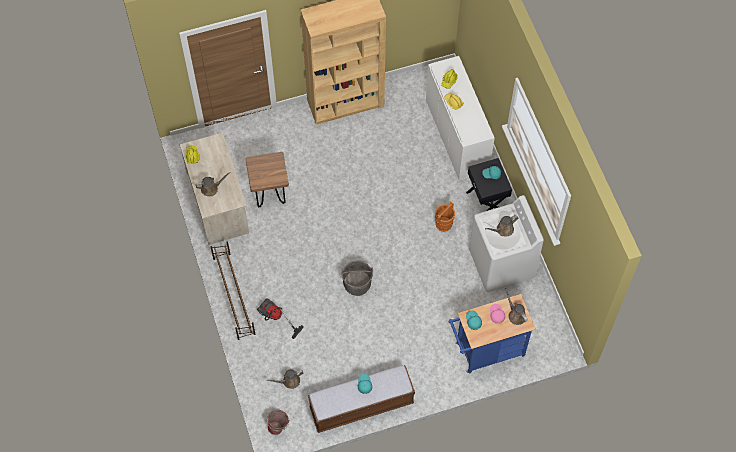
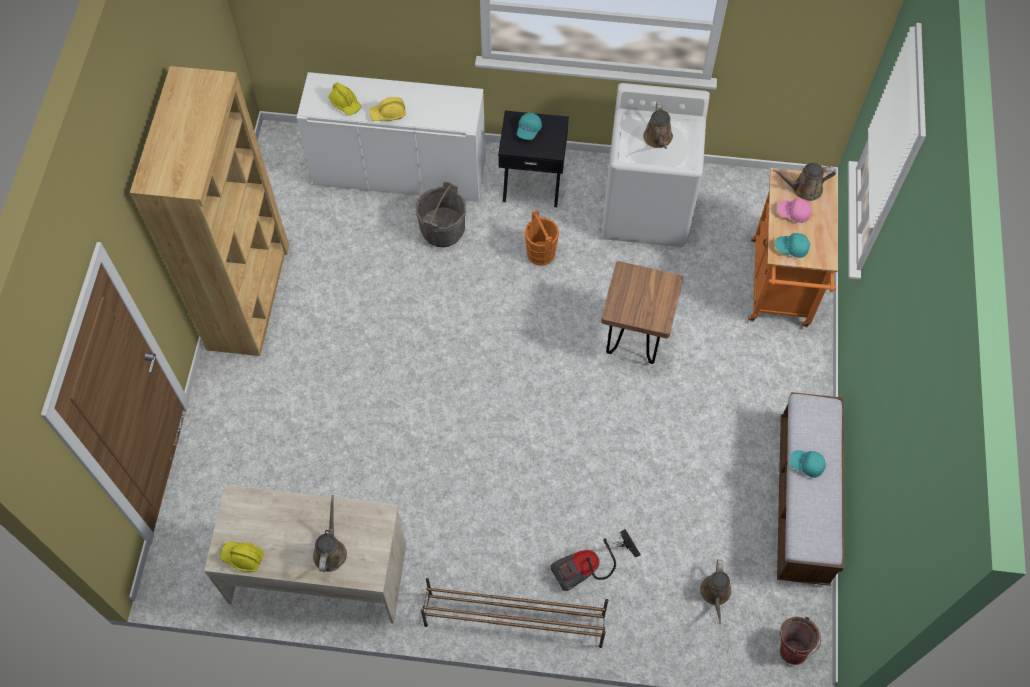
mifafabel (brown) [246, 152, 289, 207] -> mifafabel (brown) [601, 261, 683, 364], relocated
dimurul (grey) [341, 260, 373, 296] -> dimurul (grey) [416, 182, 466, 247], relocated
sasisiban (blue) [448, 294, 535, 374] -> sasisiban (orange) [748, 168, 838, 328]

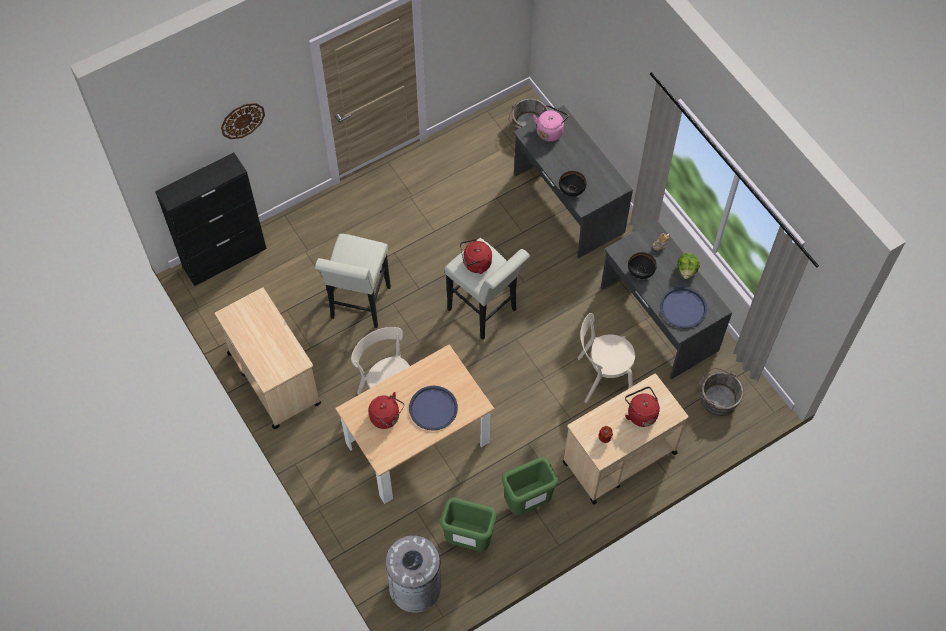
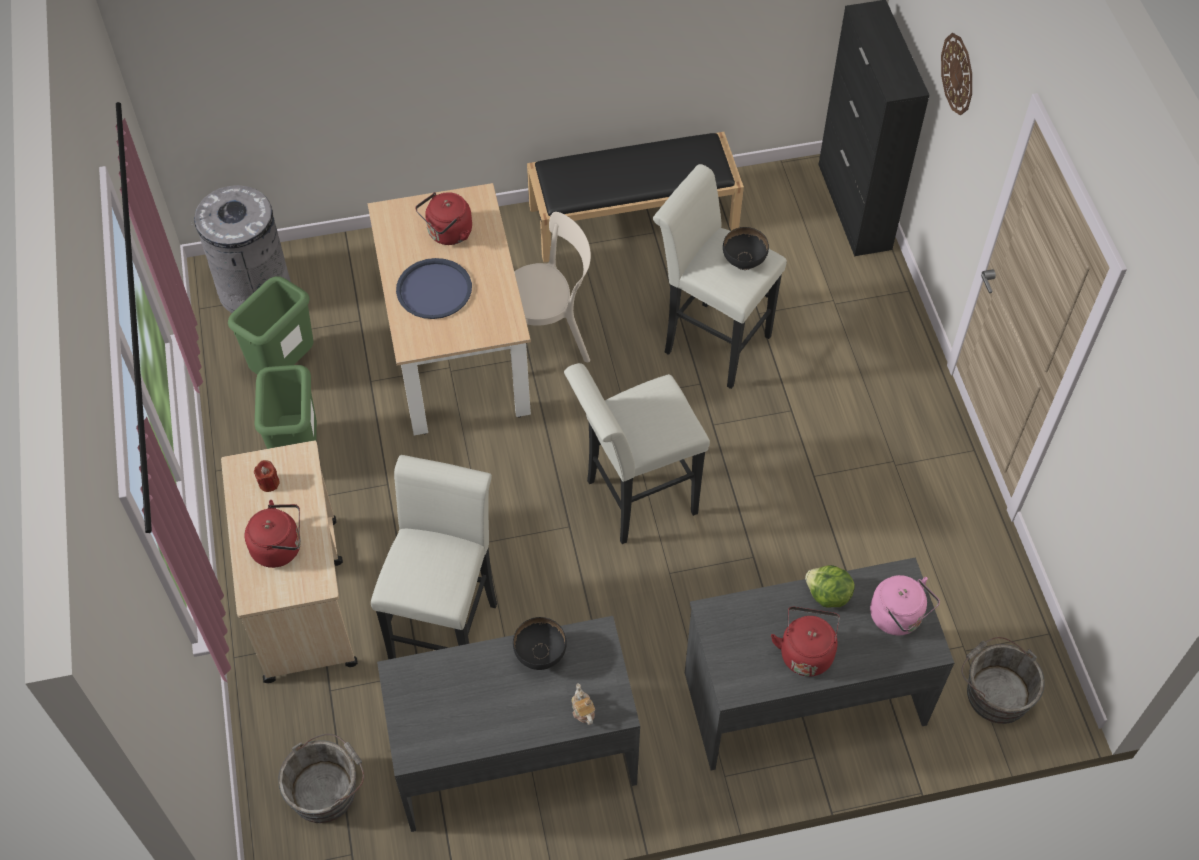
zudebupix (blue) [660, 287, 707, 328] -> none
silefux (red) [460, 239, 492, 274] -> silefux (red) [771, 607, 840, 677], relocated
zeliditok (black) [559, 171, 586, 196] -> zeliditok (black) [723, 227, 769, 270], relocated
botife [677, 253, 700, 279] -> botife [805, 565, 855, 608], relocated
sasisiban (beige) [215, 287, 321, 429] -> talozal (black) [527, 132, 744, 262]
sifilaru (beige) [578, 313, 635, 403] -> mifafabel (white) [371, 455, 497, 659]

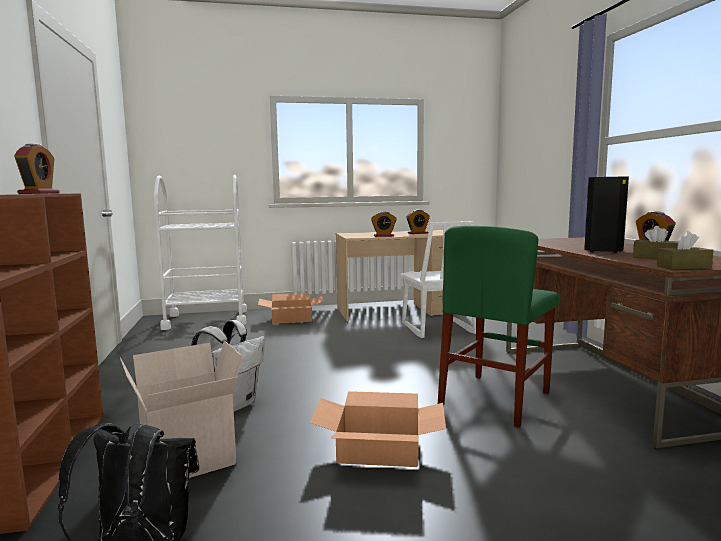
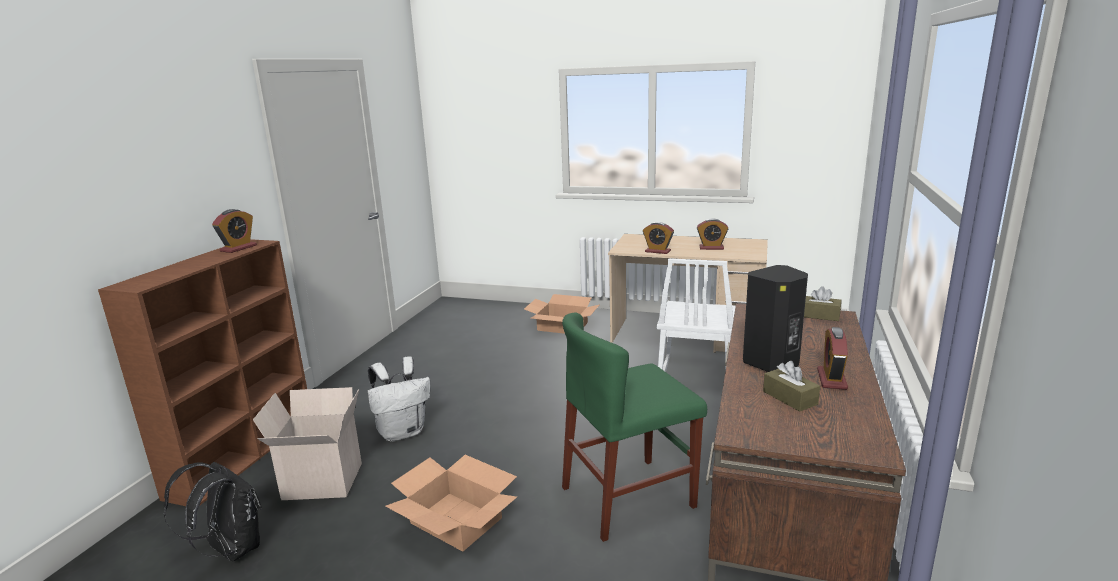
sasisiban (white) [154, 175, 247, 330] -> none
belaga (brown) [657, 231, 714, 270] -> belaga (brown) [804, 286, 842, 321], relocated

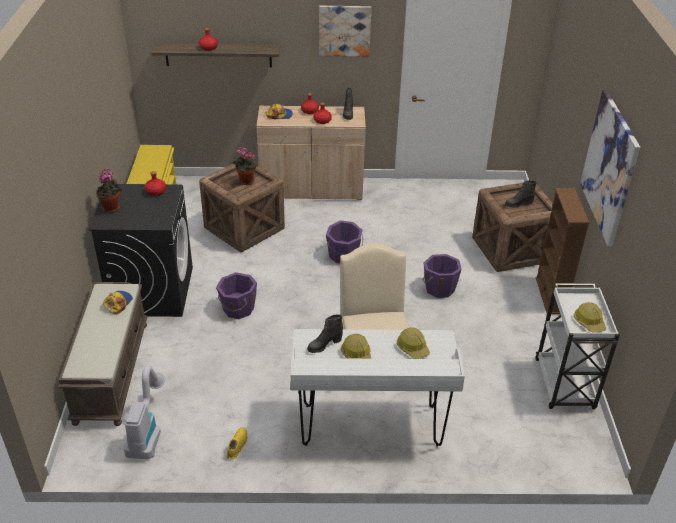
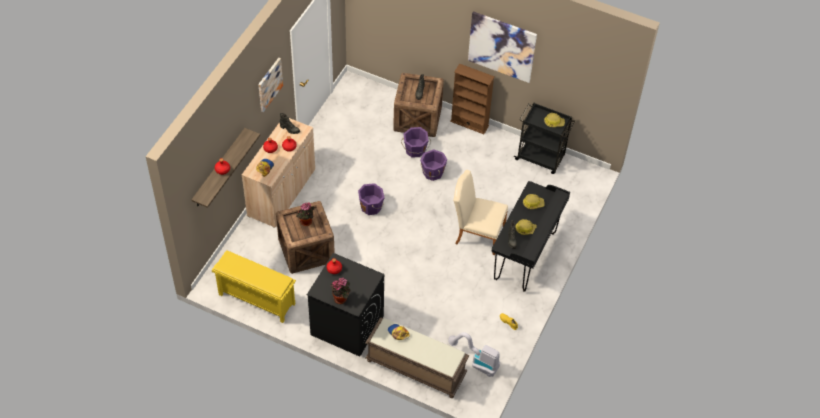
dimurul (purple) [216, 272, 257, 319] -> dimurul (purple) [401, 127, 431, 158], relocated
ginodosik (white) [291, 329, 465, 447] -> ginodosik (black) [492, 181, 570, 292]
sasisiban (white) [535, 283, 620, 409] -> sasisiban (black) [514, 102, 575, 174]

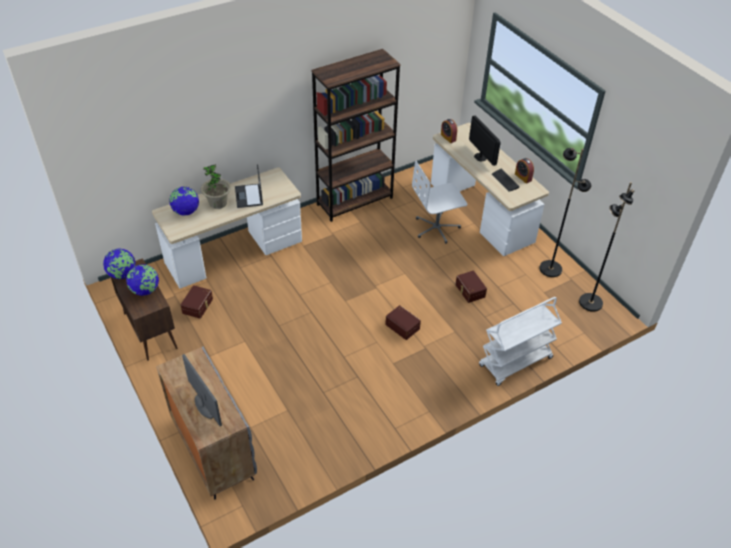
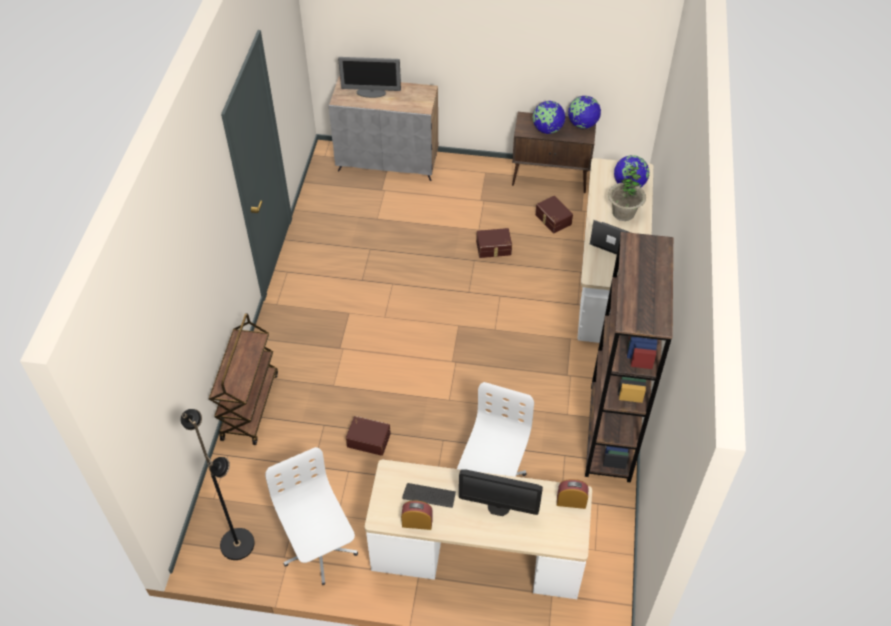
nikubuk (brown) [385, 305, 421, 340] -> nikubuk (brown) [476, 228, 512, 258], relocated
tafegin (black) [539, 148, 591, 277] -> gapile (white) [265, 447, 358, 585]
sasisiban (white) [479, 297, 562, 386] -> sasisiban (brown) [209, 313, 278, 445]

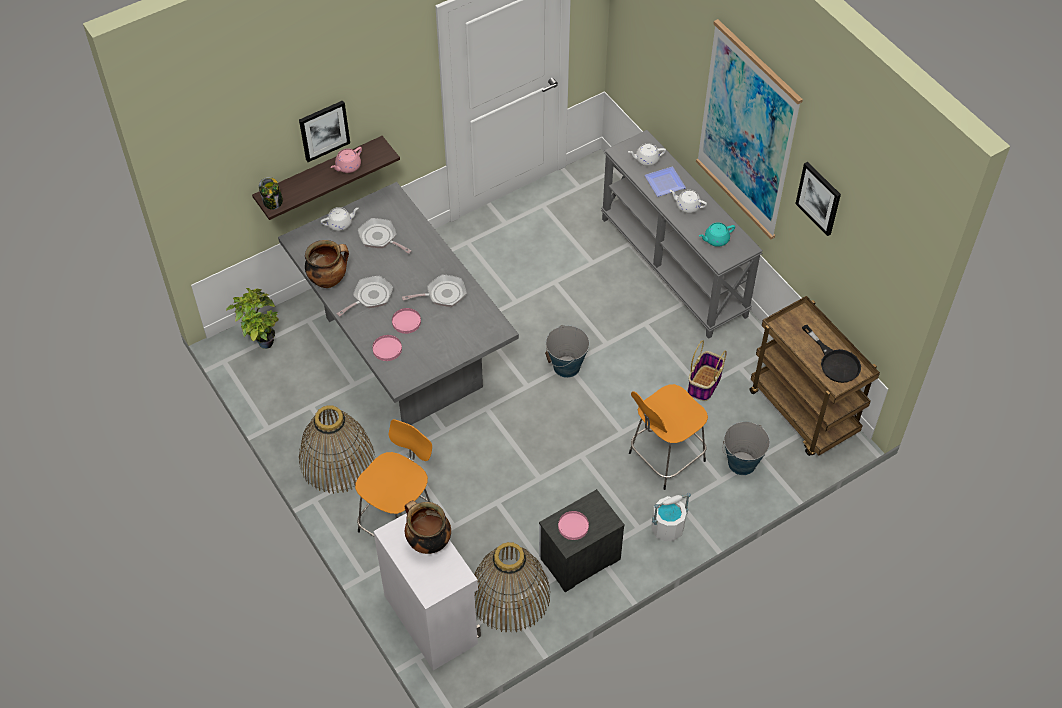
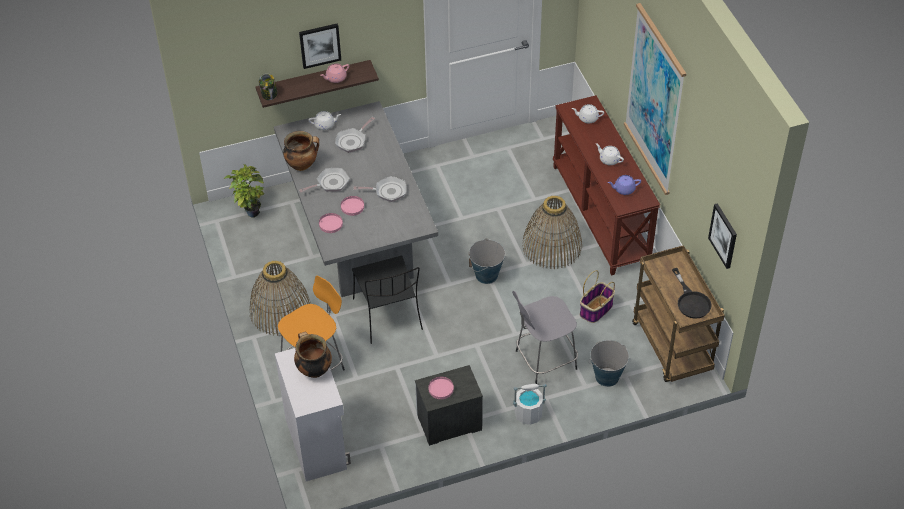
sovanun [645, 166, 686, 197] -> none
none -> sifilaru (black) [352, 256, 423, 344]
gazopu [474, 542, 550, 633] -> gazopu [522, 196, 582, 269], relocated
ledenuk [795, 162, 841, 236] -> ledenuk [708, 203, 737, 269], relocated
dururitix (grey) [601, 130, 763, 339] -> dururitix (brown) [553, 95, 660, 276]
mifafabel (orange) [629, 384, 708, 490] -> mifafabel (grey) [512, 291, 578, 384]
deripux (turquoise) [699, 222, 735, 247] -> deripux (purple) [608, 175, 641, 195]
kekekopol [358, 218, 412, 254] -> kekekopol [335, 117, 375, 153], 105 degrees counterclockwise

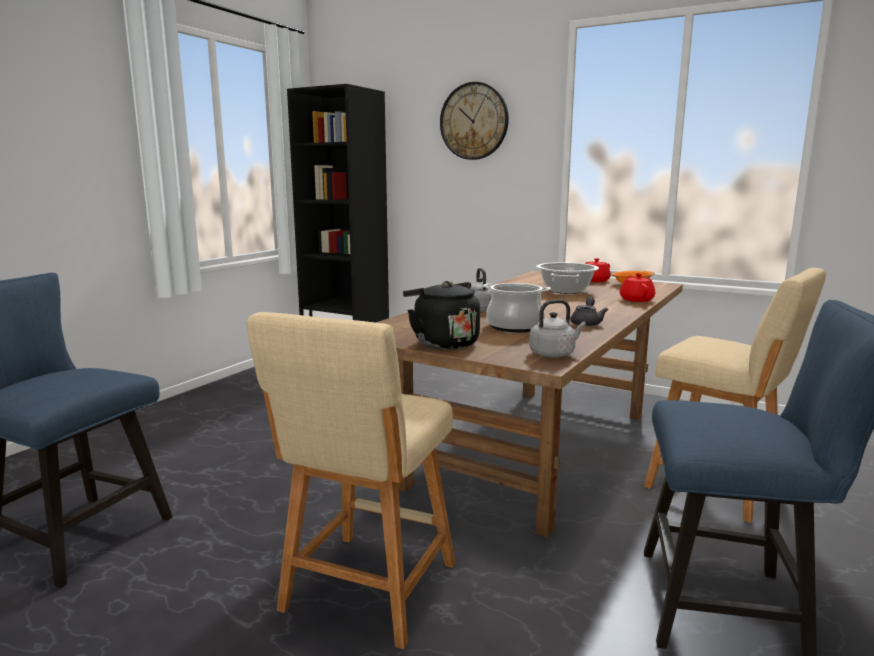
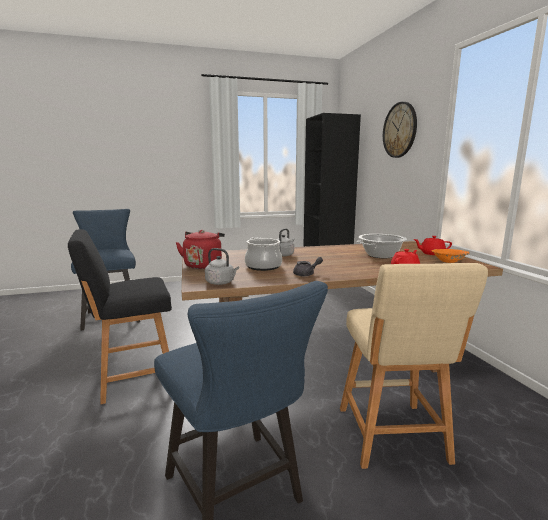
mifafabel (beige) [247, 312, 455, 649] -> mifafabel (black) [68, 229, 172, 404]
silefux (black) [403, 281, 480, 349] -> silefux (red) [176, 230, 225, 269]

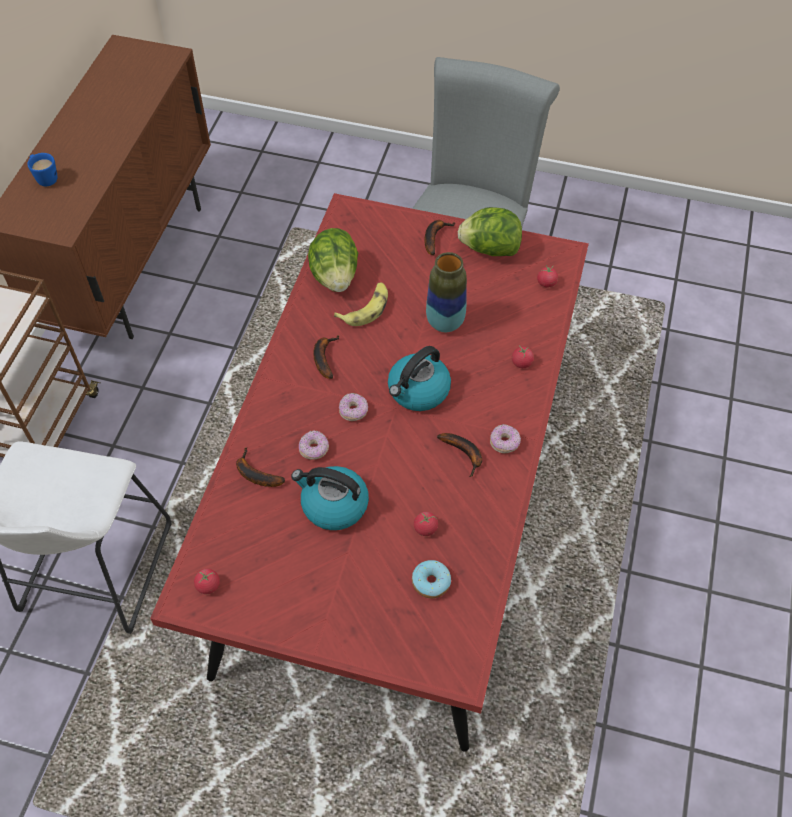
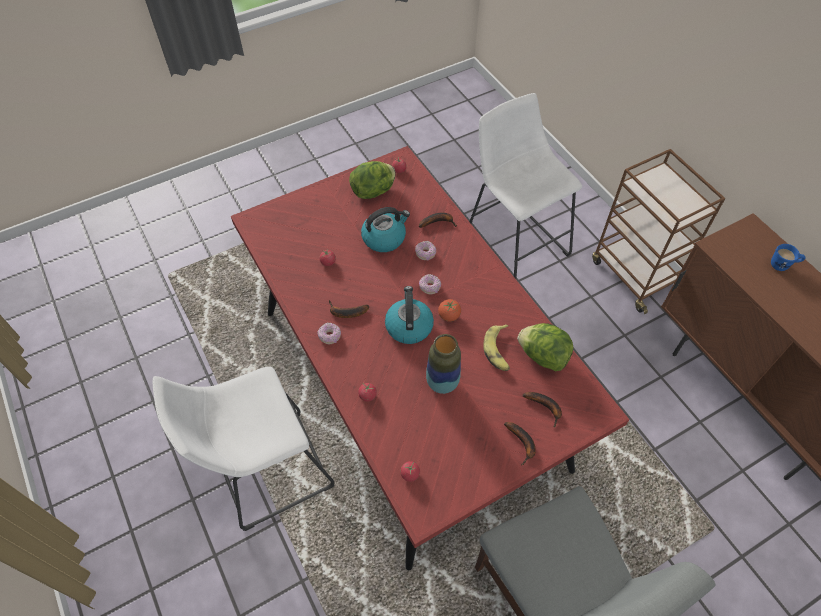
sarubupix [412, 560, 451, 598] -> none
none -> mifafabel (white) [153, 366, 335, 531]
none -> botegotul [438, 299, 461, 322]
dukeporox [313, 335, 340, 379] -> dukeporox [523, 392, 562, 427], relocated
botife [458, 207, 522, 256] -> botife [349, 161, 395, 199], relocated

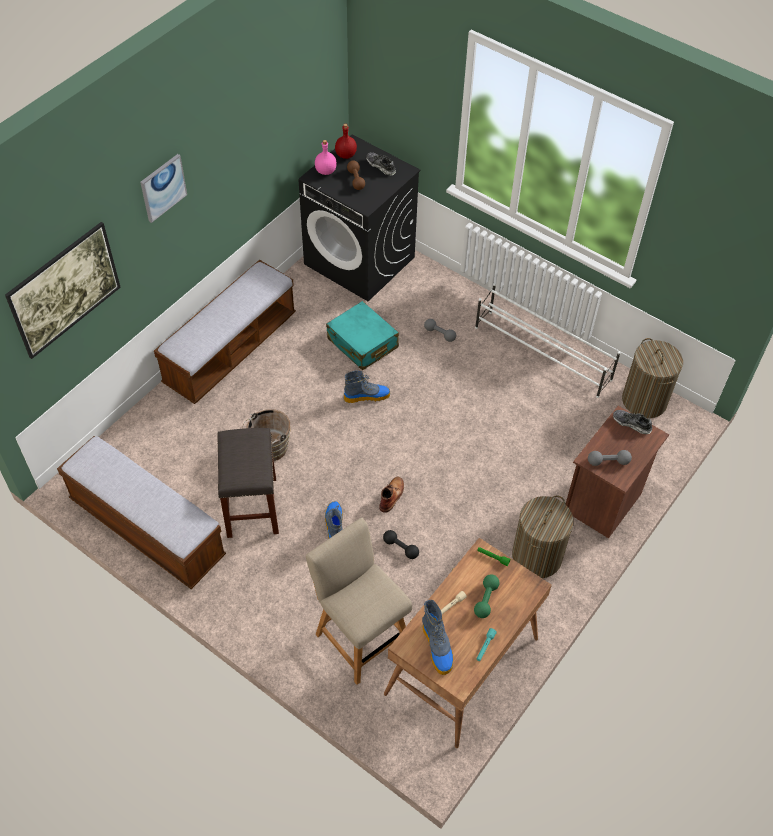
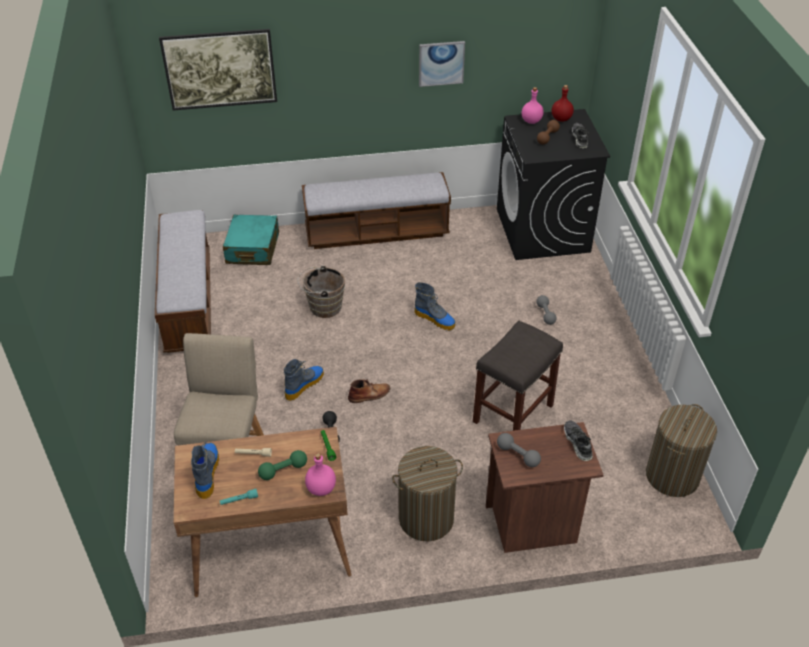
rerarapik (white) [475, 283, 621, 398] -> none
none -> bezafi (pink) [305, 453, 336, 496]
ledenuk [140, 154, 187, 223] -> ledenuk [419, 41, 465, 87], relocated
mifafabel (grey) [218, 428, 279, 538] -> mifafabel (grey) [473, 320, 563, 431], relocated
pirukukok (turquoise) [326, 301, 399, 371] -> pirukukok (turquoise) [223, 215, 279, 265], relocated
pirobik [422, 600, 453, 675] -> pirobik [191, 441, 219, 499], 150 degrees clockwise

